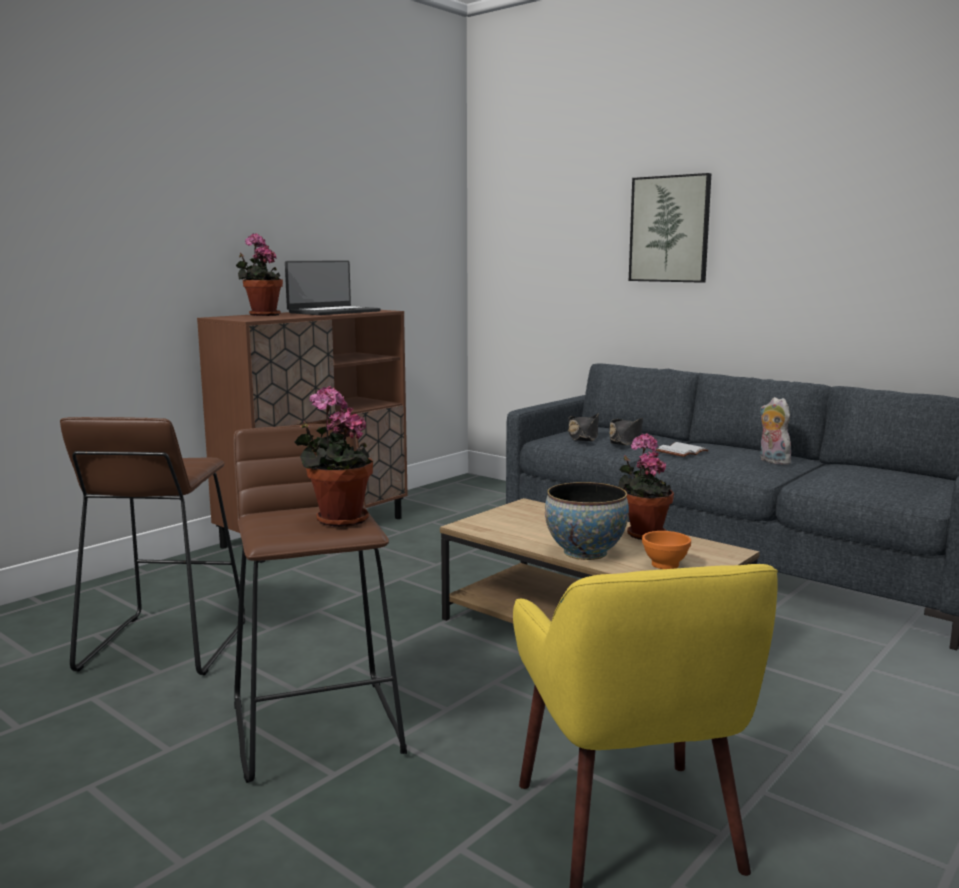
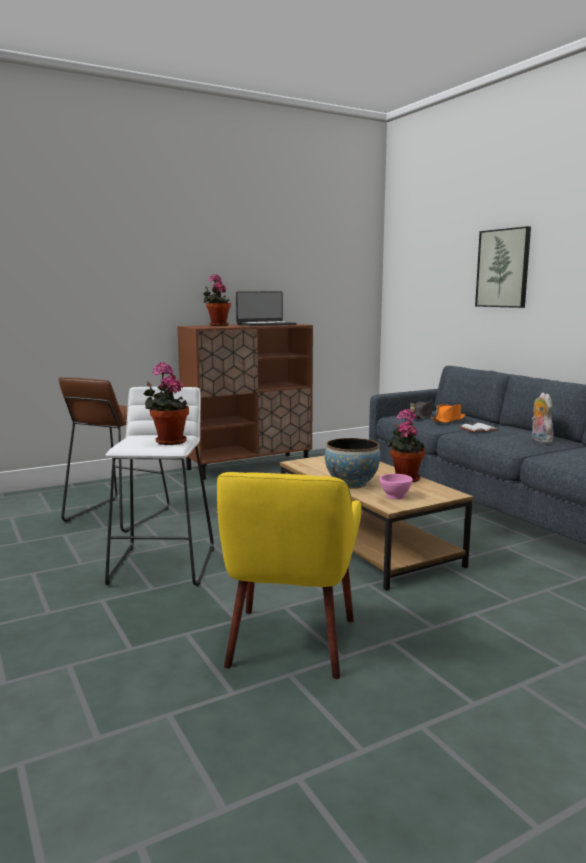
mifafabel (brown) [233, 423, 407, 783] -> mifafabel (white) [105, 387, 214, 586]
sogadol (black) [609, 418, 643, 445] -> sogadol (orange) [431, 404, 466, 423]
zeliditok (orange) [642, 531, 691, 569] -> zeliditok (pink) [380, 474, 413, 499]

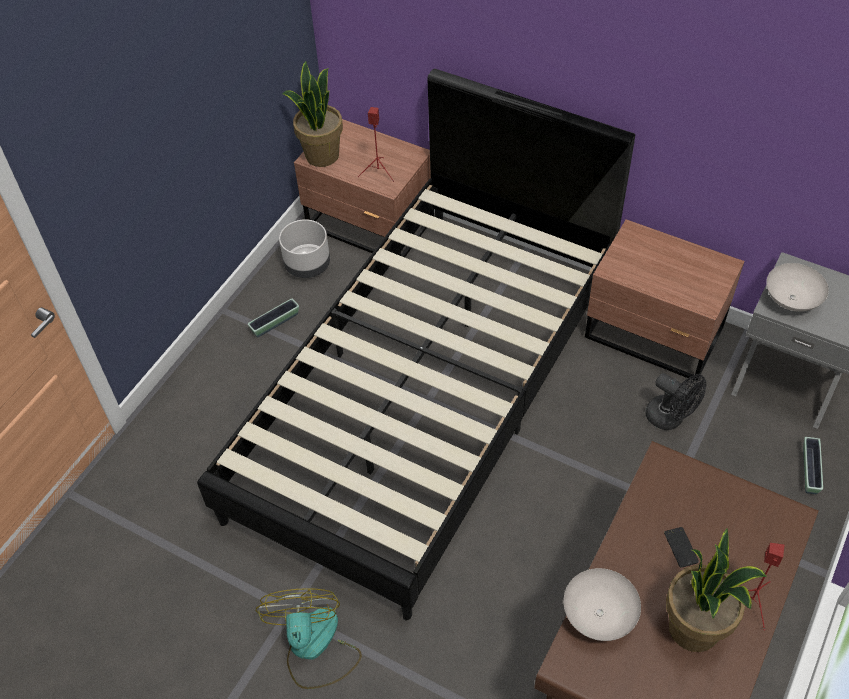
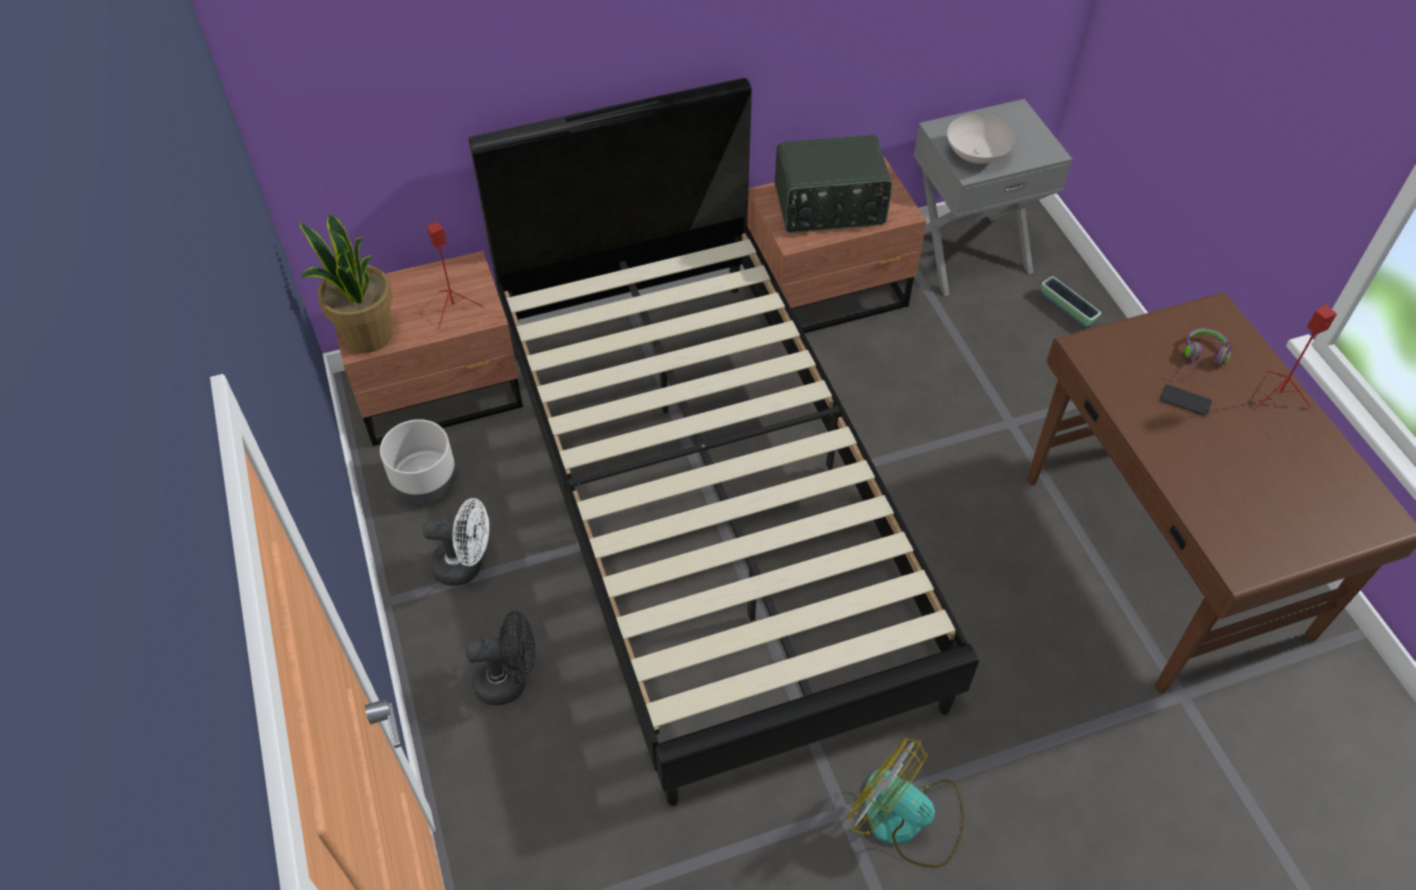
zeliditok (white) [564, 568, 641, 641] -> none
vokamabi [666, 528, 767, 652] -> none
none -> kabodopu [775, 135, 892, 233]
none -> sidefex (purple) [1180, 328, 1231, 374]
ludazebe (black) [646, 373, 706, 430] -> ludazebe (black) [466, 611, 535, 705], relocated
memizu [248, 298, 299, 338] -> ludazebe (white) [423, 498, 489, 586]

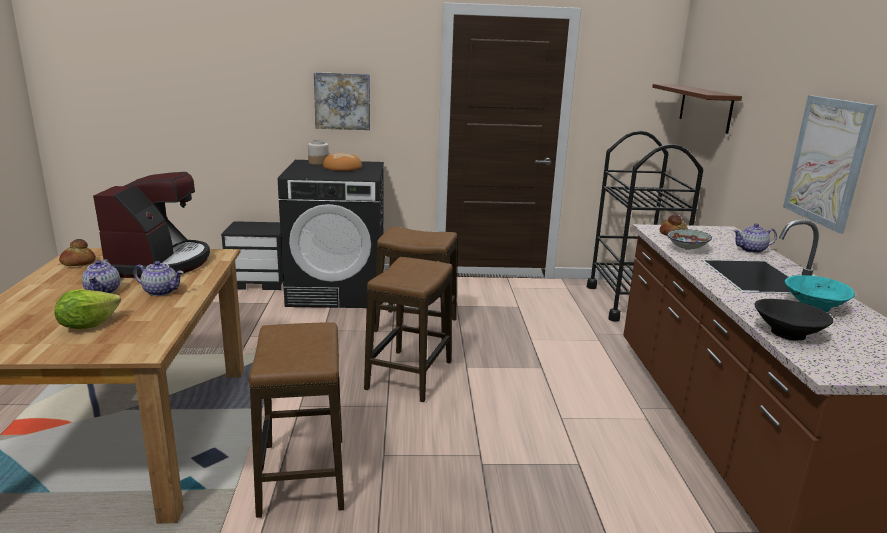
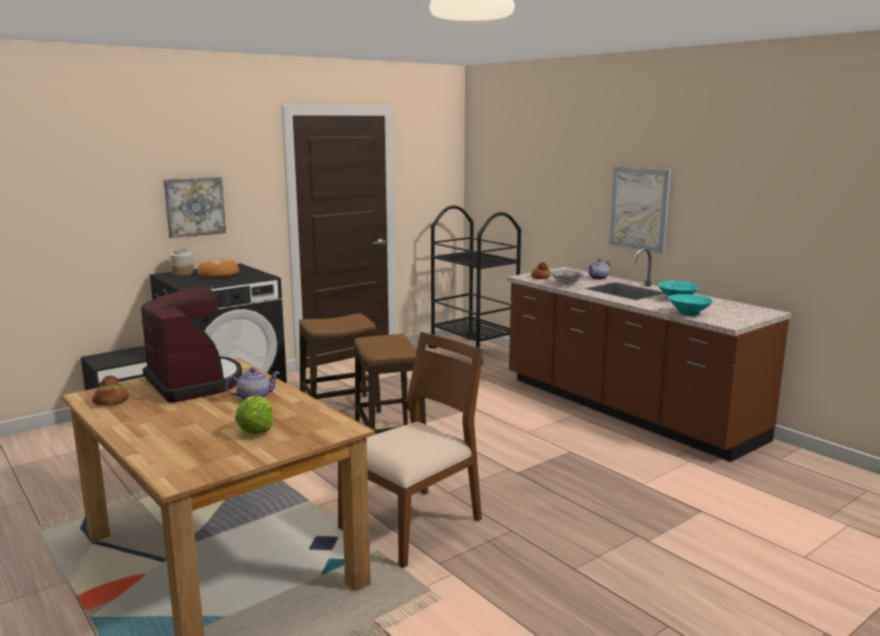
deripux [82, 259, 120, 293] -> none
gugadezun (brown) [652, 84, 742, 134] -> none
mifafabel [248, 322, 344, 518] -> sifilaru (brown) [338, 332, 484, 568]
zeliditok (black) [755, 299, 833, 341] -> zeliditok (turquoise) [668, 294, 713, 316]

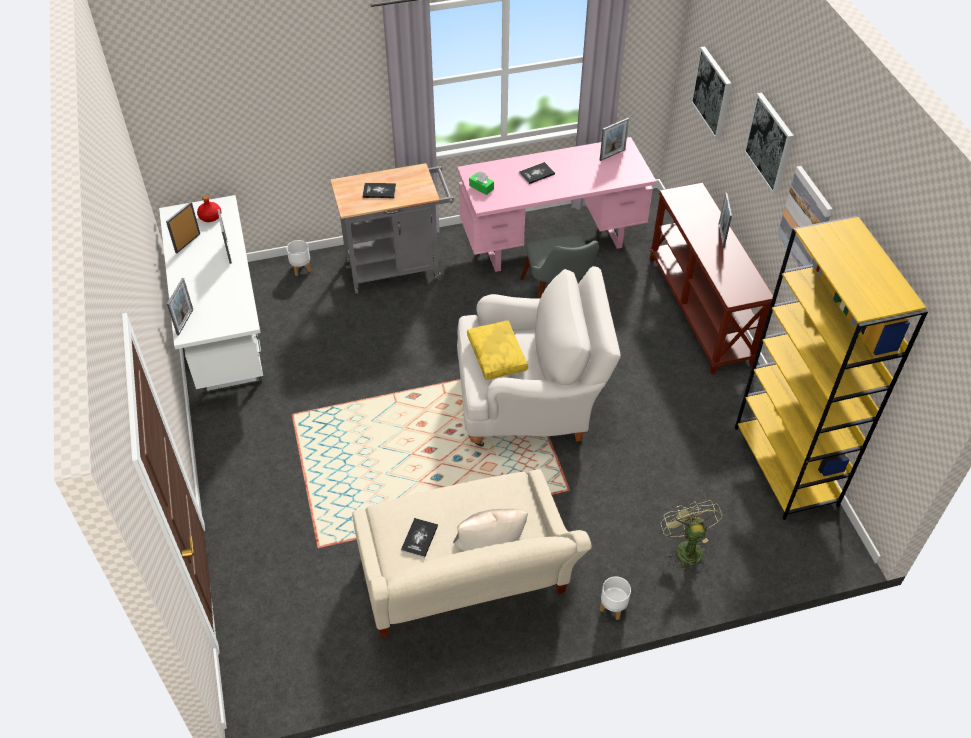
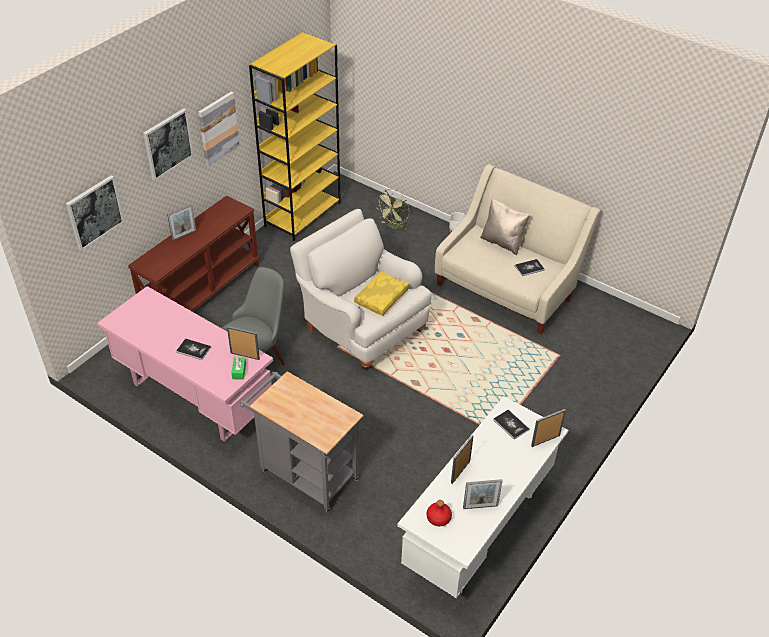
memizu (white) [286, 240, 311, 276] -> none
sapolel [363, 183, 396, 198] -> sapolel [493, 410, 529, 440], relocated
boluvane [600, 118, 629, 161] -> boluvane [227, 326, 260, 360], relocated

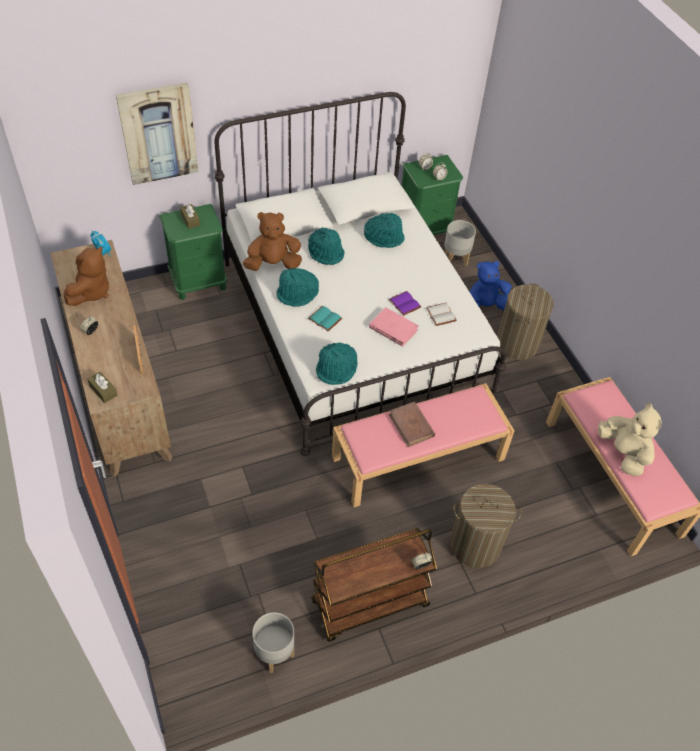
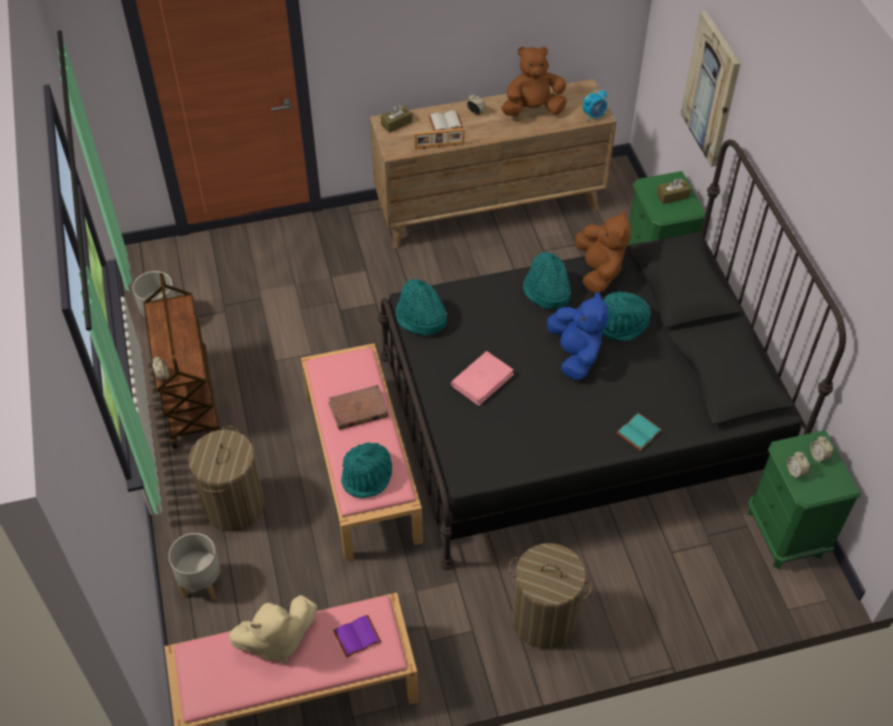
sapolel (turquoise) [308, 306, 342, 331] -> sapolel (turquoise) [617, 413, 662, 451], relocated
sogadol (turquoise) [364, 213, 405, 248] -> sogadol (turquoise) [341, 442, 392, 498], relocated
sapolel (purple) [389, 291, 421, 316] -> sapolel (purple) [333, 615, 381, 658], relocated
sapolel (white) [426, 303, 457, 326] -> sapolel (white) [429, 110, 463, 131], relocated
memizu (grey) [444, 220, 476, 266] -> memizu (grey) [168, 533, 221, 600], relocated
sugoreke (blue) [469, 261, 512, 311] -> sugoreke (blue) [547, 291, 609, 380], relocated
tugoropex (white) [215, 92, 506, 456] -> tugoropex (black) [378, 140, 846, 570]
sugoreke (brown) [64, 246, 109, 306] -> sugoreke (brown) [501, 46, 567, 117], 135 degrees clockwise

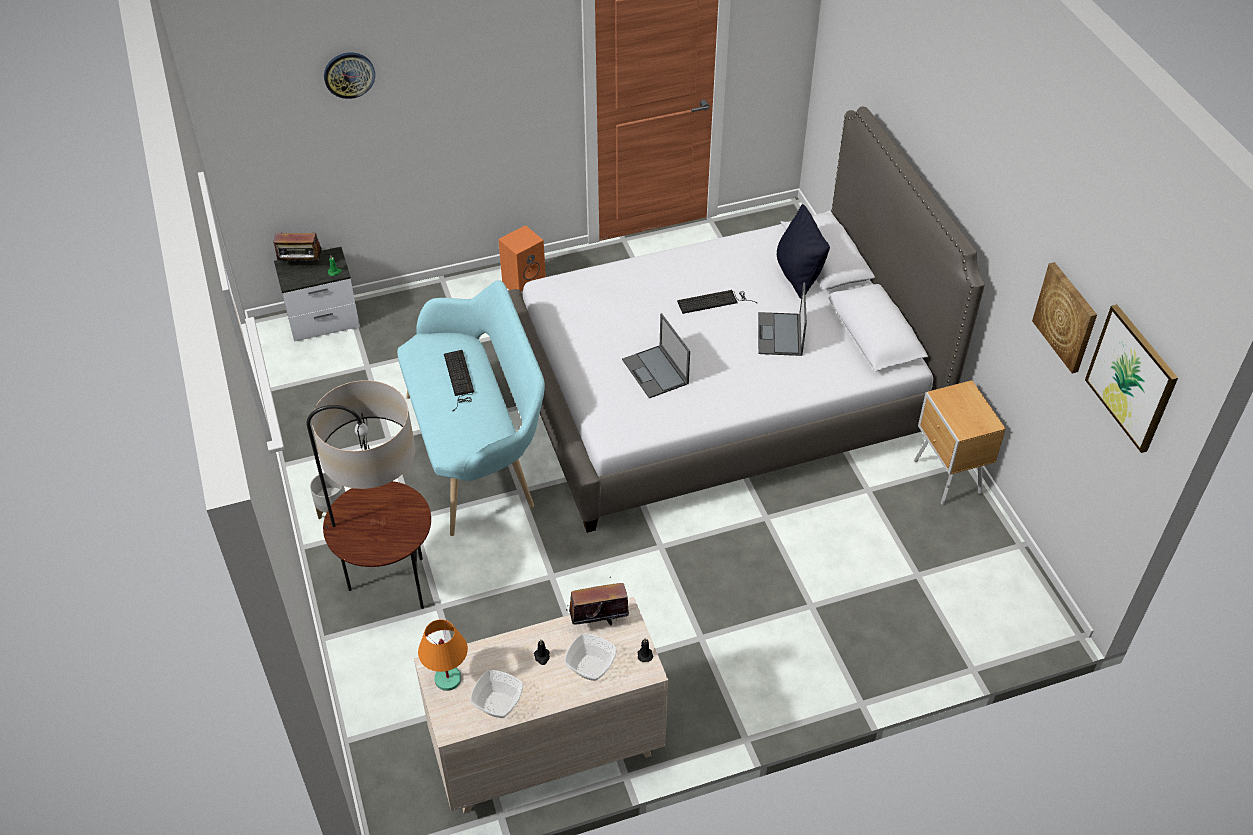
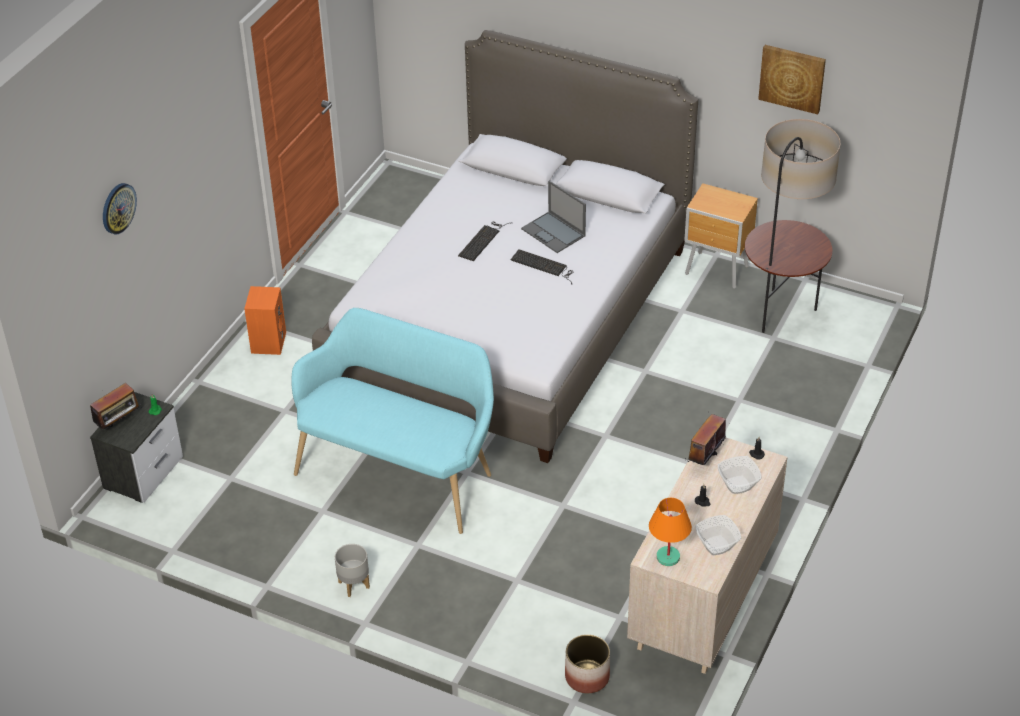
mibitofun [622, 313, 690, 399] -> none
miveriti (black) [777, 204, 830, 299] -> none
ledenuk [1085, 304, 1178, 453] -> none
none -> memizu [565, 634, 610, 693]
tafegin [307, 380, 431, 609] -> tafegin [745, 119, 841, 333], relocated
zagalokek [444, 350, 474, 411] -> zagalokek [511, 249, 574, 285], relocated

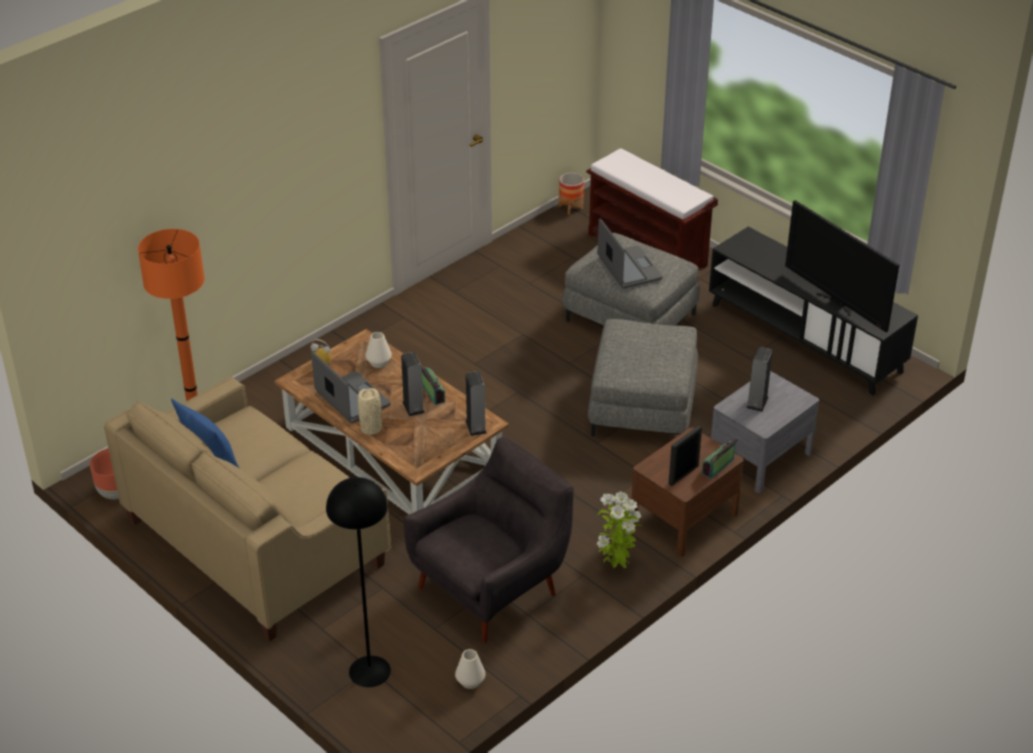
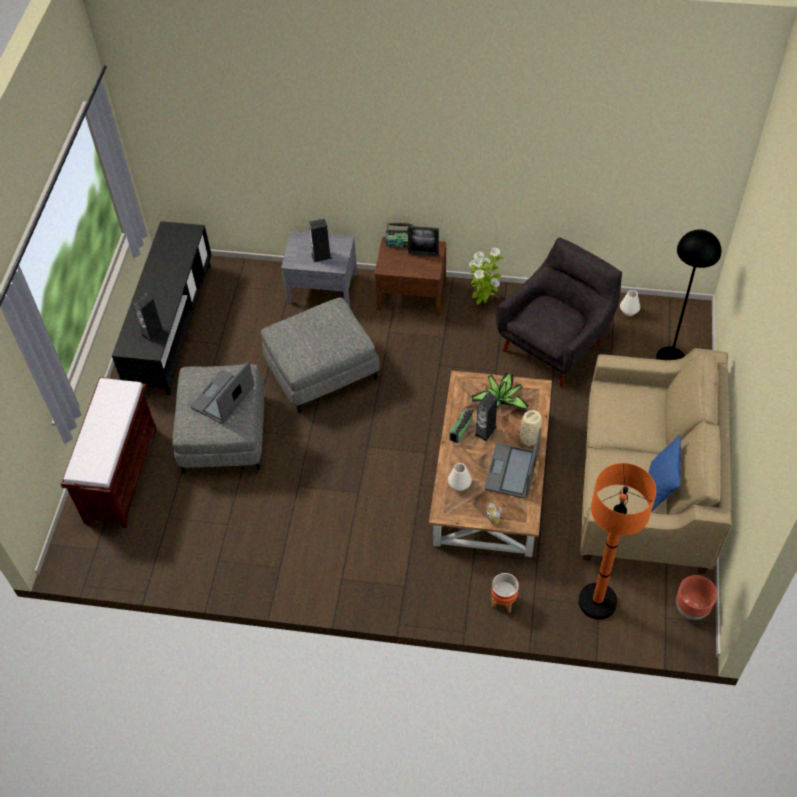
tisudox [785, 200, 899, 332] -> none
none -> vokamabi [472, 372, 528, 411]
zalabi [465, 371, 487, 436] -> zalabi [133, 293, 164, 342], relocated
memizu [559, 173, 584, 215] -> memizu [491, 573, 519, 613], relocated
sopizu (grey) [404, 437, 574, 643] -> sopizu (grey) [496, 238, 622, 387], 120 degrees clockwise

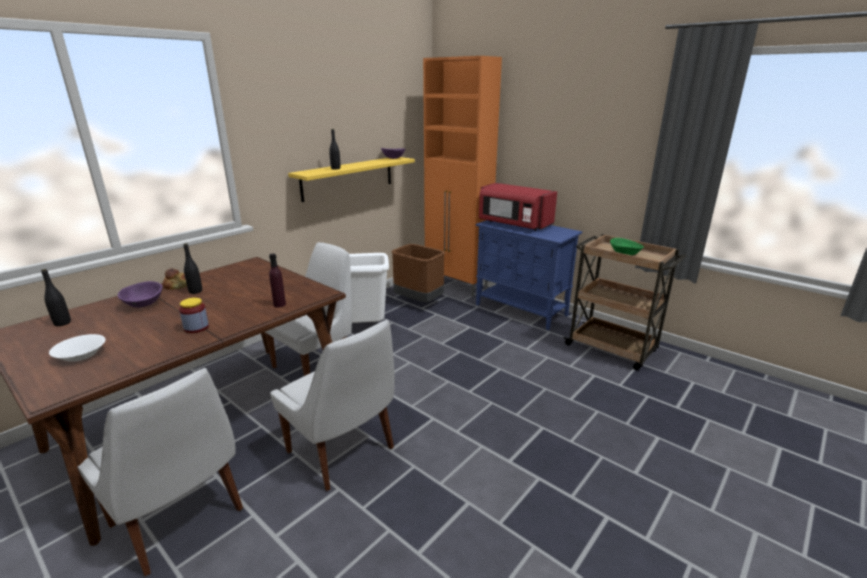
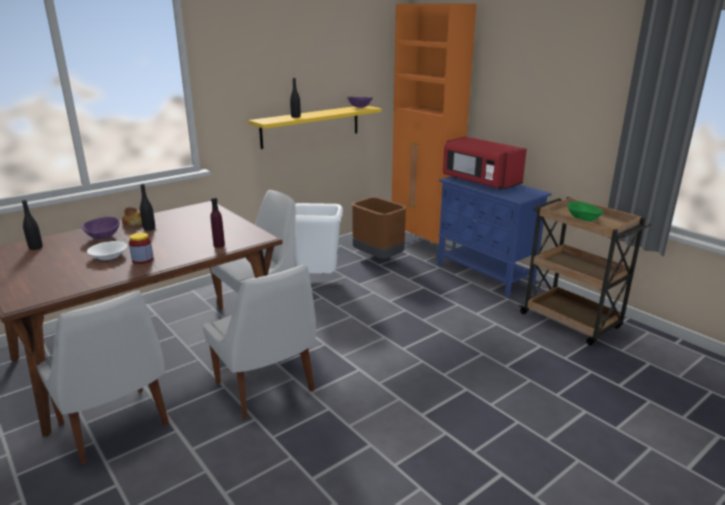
zeliditok (white) [49, 334, 105, 362] -> zeliditok (white) [87, 241, 127, 260], relocated

